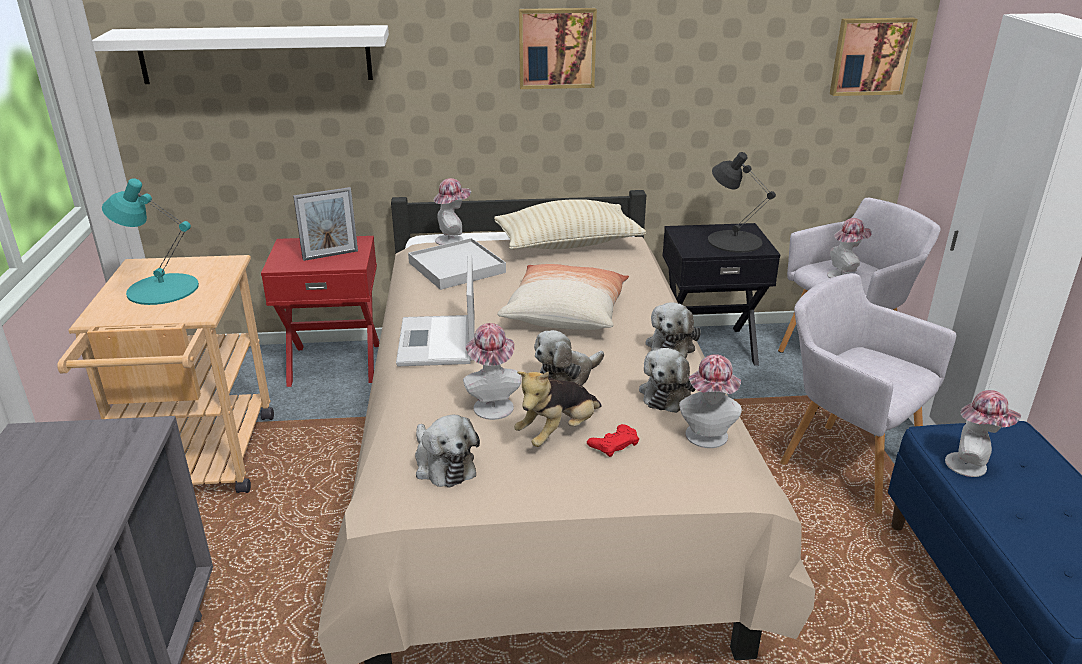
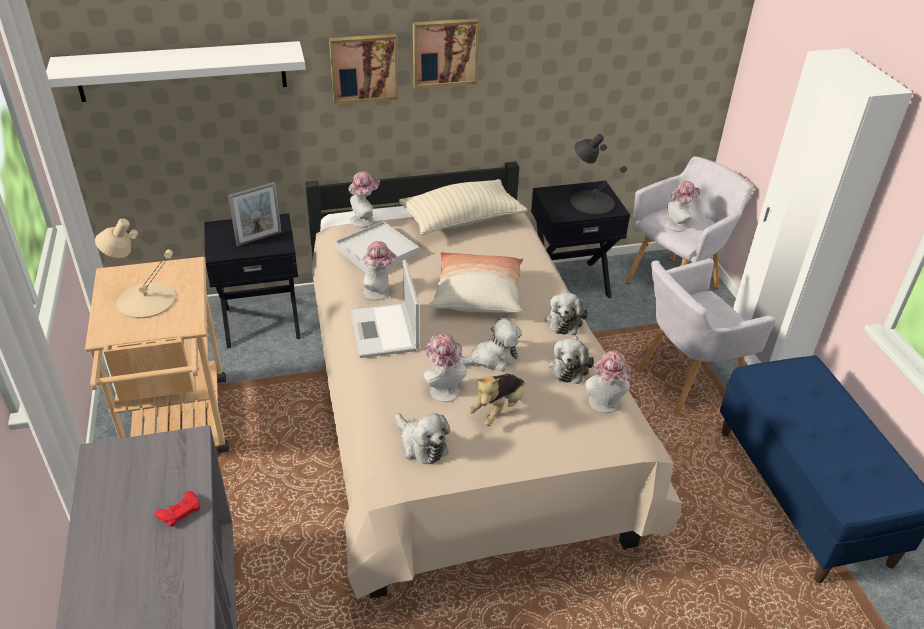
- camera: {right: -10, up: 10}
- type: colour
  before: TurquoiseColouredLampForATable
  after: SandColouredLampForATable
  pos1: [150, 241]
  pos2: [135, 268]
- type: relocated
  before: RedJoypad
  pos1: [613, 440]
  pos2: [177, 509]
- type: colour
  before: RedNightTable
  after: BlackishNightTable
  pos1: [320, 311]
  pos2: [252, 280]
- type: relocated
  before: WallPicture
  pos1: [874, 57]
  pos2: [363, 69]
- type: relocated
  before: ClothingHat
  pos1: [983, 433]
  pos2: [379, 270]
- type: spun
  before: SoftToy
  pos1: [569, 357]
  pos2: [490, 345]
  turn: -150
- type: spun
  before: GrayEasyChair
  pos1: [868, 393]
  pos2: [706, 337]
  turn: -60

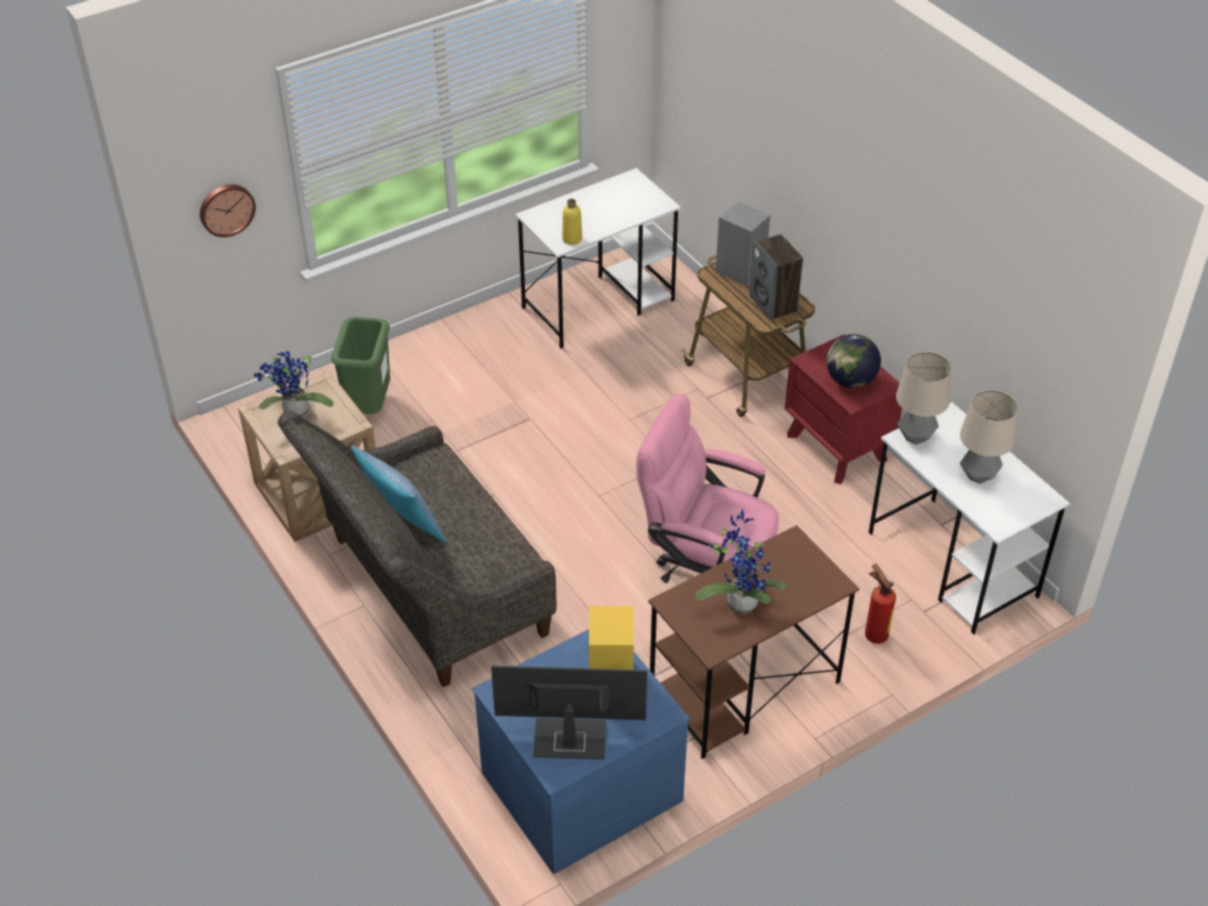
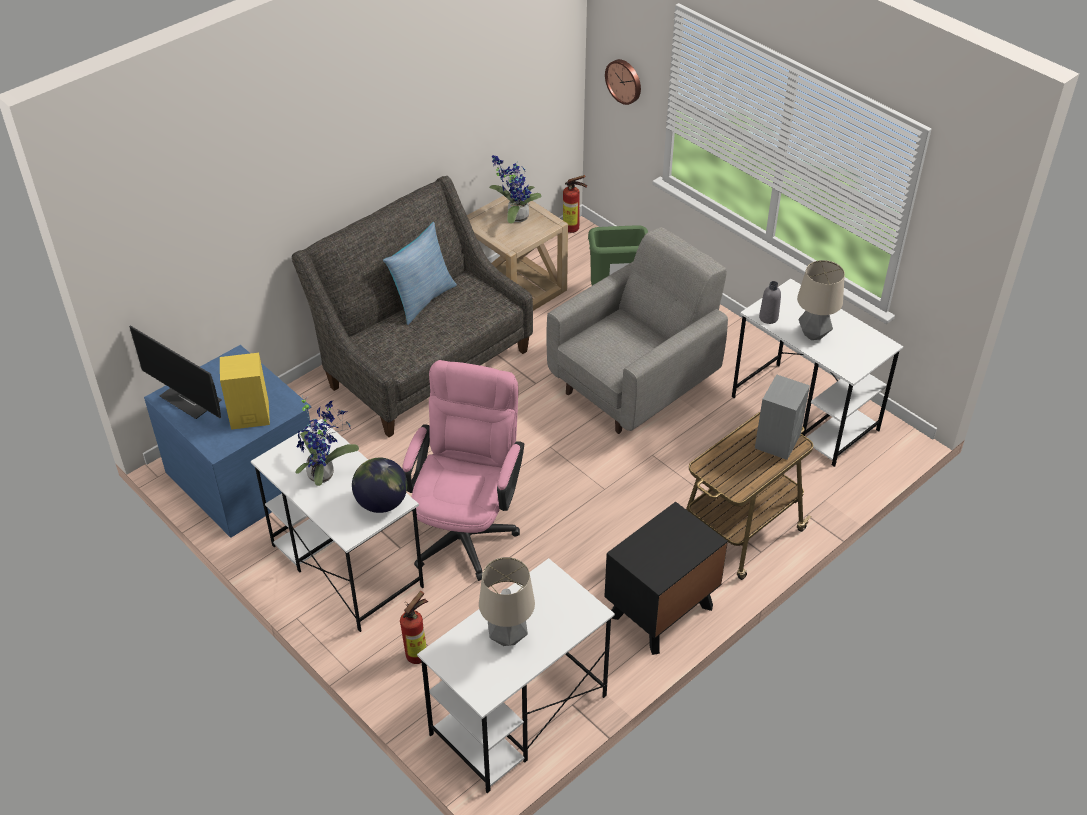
- camera: {right: 80, up: 0}
- type: spun
  before: ComputerDisplay
  pos1: [569, 712]
  pos2: [175, 372]
  turn: 135
- type: colour
  before: BrownColouredDesk
  after: WhiteDesk
  pos1: [753, 642]
  pos2: [337, 525]
- type: relocated
  before: DeskGlobe
  pos1: [853, 361]
  pos2: [379, 485]
- type: appeared
  after: GrayEasyChair
  pos2: [637, 330]
- type: appeared
  after: Extinguisher
  pos2: [575, 204]
- type: colour
  before: RedNightTable
  after: BlackishNightTable
  pos1: [843, 409]
  pos2: [666, 578]
- type: colour
  before: YellowBottle
  after: GrayBottle
  pos1: [572, 222]
  pos2: [770, 302]
- type: relocated
  before: LampForATable
  pos1: [923, 398]
  pos2: [821, 300]
- type: missing
  before: AudioSpeaker
  pos1: [776, 277]

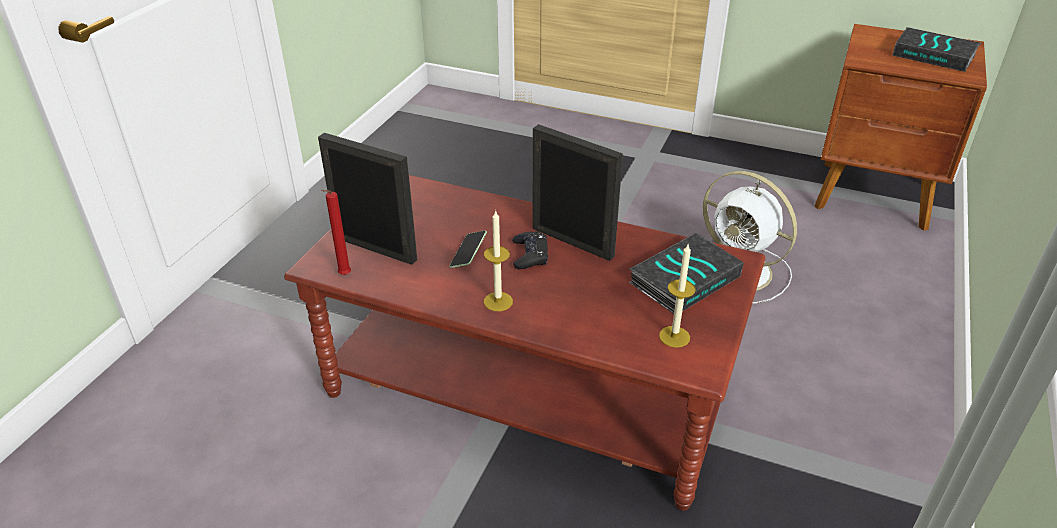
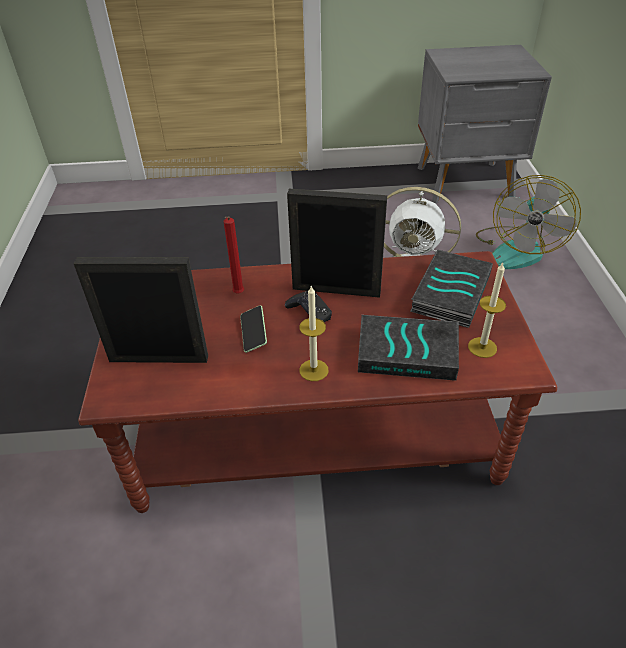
- camera: {right: -25, up: 5}
- type: relocated
  before: RedWaxLight
  pos1: [336, 232]
  pos2: [234, 255]
- type: relocated
  before: Book
  pos1: [936, 49]
  pos2: [408, 348]
- type: colour
  before: BrownColouredNightTable
  after: GrayNightTable
  pos1: [900, 127]
  pos2: [485, 124]
- type: appeared
  after: CoolingFan
  pos2: [528, 222]

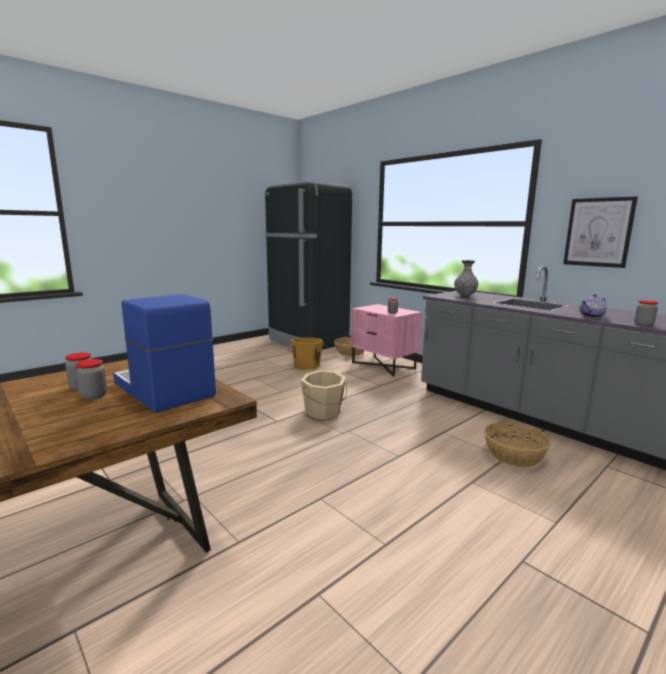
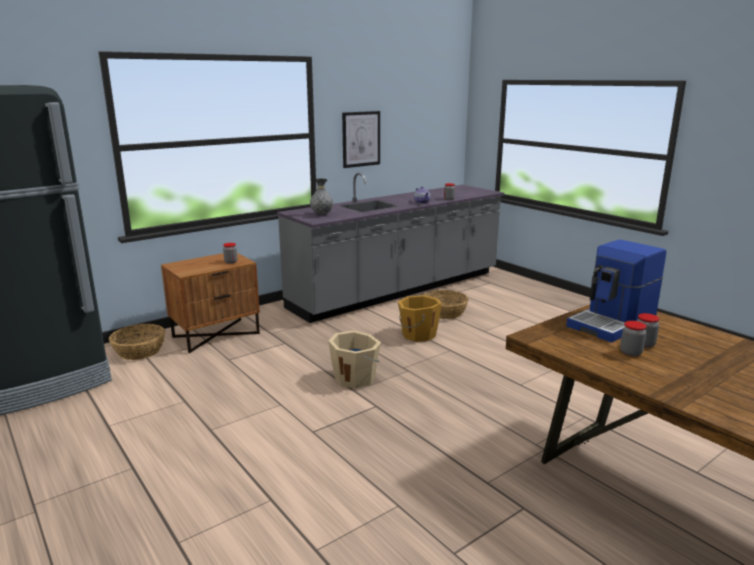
- camera: {right: -85, up: 5}
- type: colour
  before: PinkishNightTable
  after: BrownColouredNightTable
  pos1: [386, 340]
  pos2: [210, 303]
- type: relocated
  before: OrangeyWaterBucket
  pos1: [306, 353]
  pos2: [420, 318]

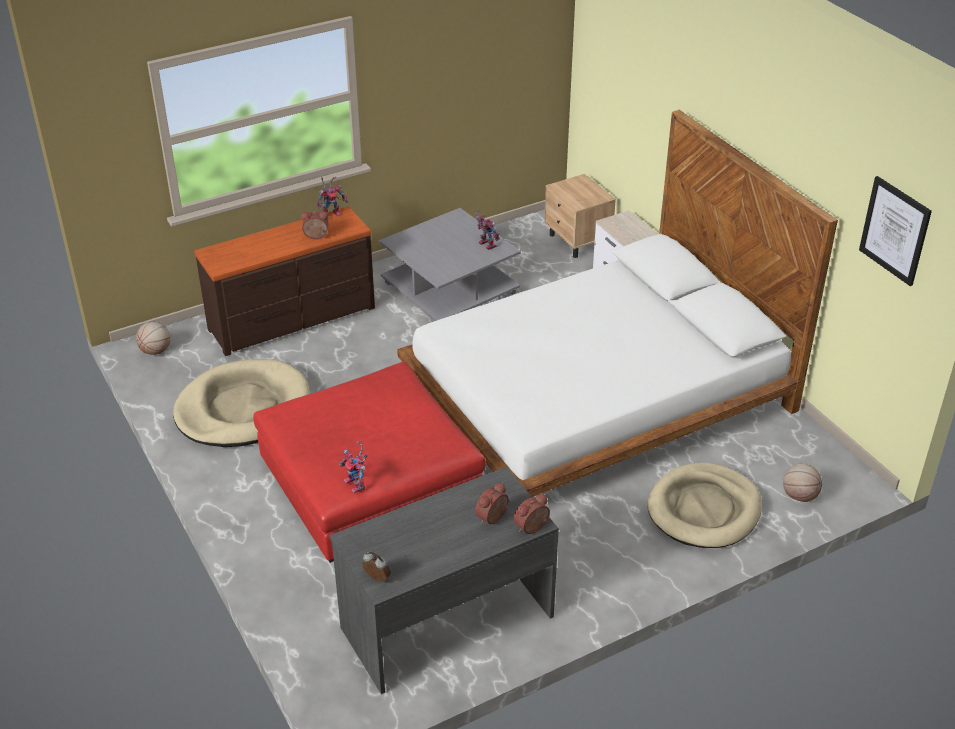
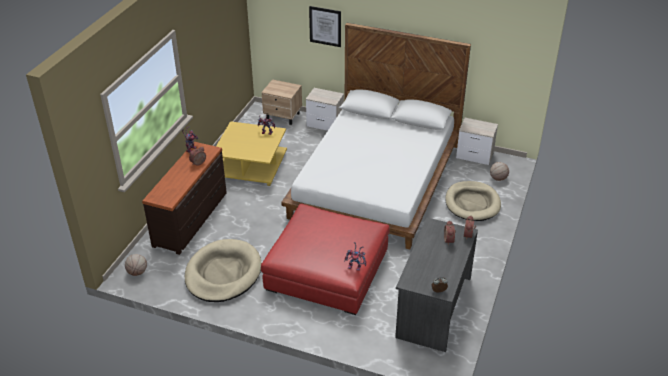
- camera: {right: -40, up: 0}
- type: colour
  before: GrayCoffeeTable
  after: YellowCoffeeTable
  pos1: [450, 264]
  pos2: [251, 153]
- type: relocated
  before: WallPicture
  pos1: [895, 231]
  pos2: [325, 26]
- type: appeared
  after: NightTable
  pos2: [477, 141]

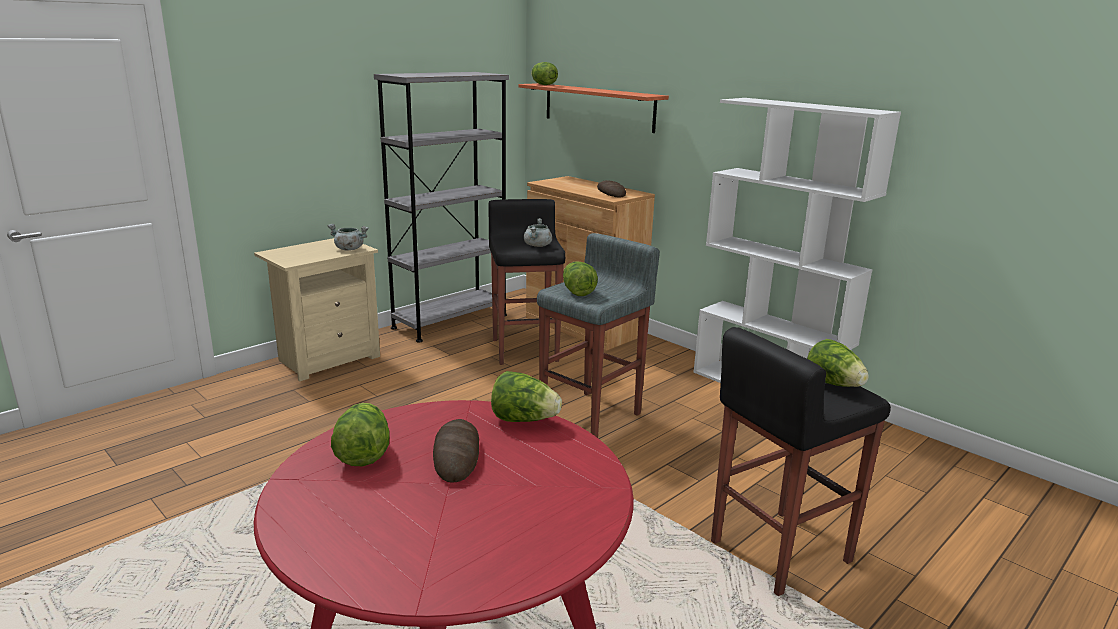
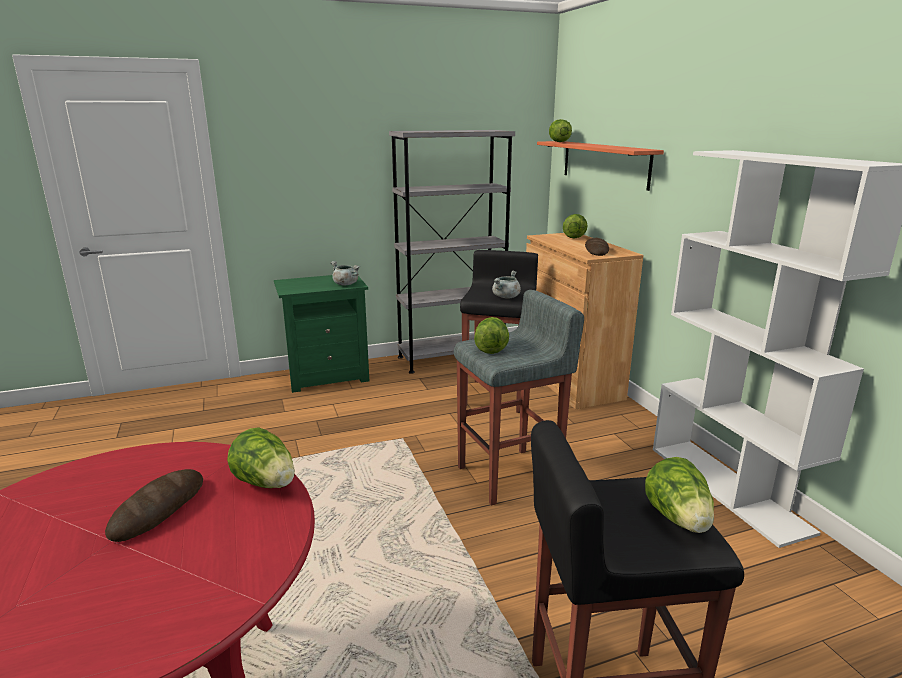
- camera: {right: 25, up: 0}
- type: colour
  before: SandColouredNightTable
  after: GreenNightTable
  pos1: [317, 310]
  pos2: [321, 334]
- type: relocated
  before: LettuceHead
  pos1: [360, 434]
  pos2: [575, 226]

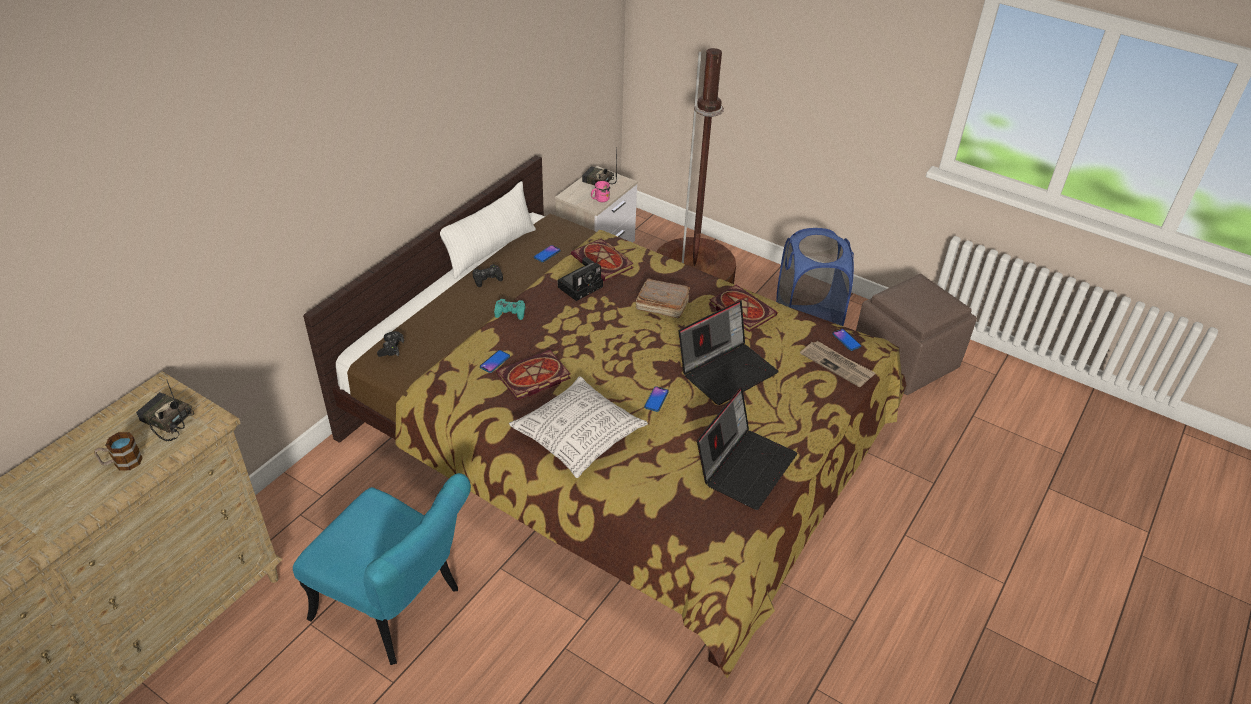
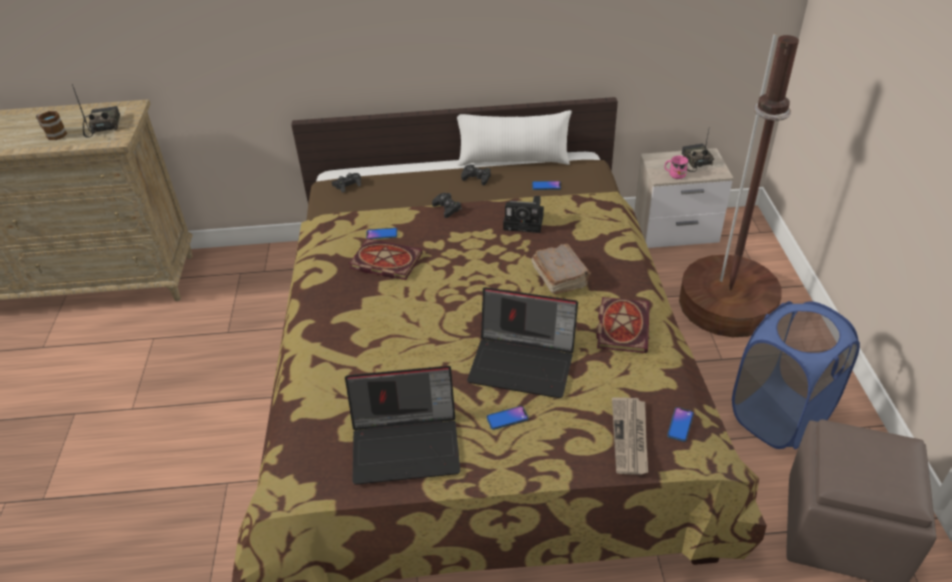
- camera: {right: 55, up: 0}
- type: colour
  before: TurquoiseColouredJoypad
  after: BlackishJoypad
  pos1: [509, 309]
  pos2: [446, 205]
- type: relocated
  before: Phone
  pos1: [656, 399]
  pos2: [507, 418]
- type: missing
  before: TurquoiseColouredPlainChair
  pos1: [382, 569]
- type: missing
  before: Cushion
  pos1: [578, 427]
- type: missing
  before: Book
  pos1: [602, 259]

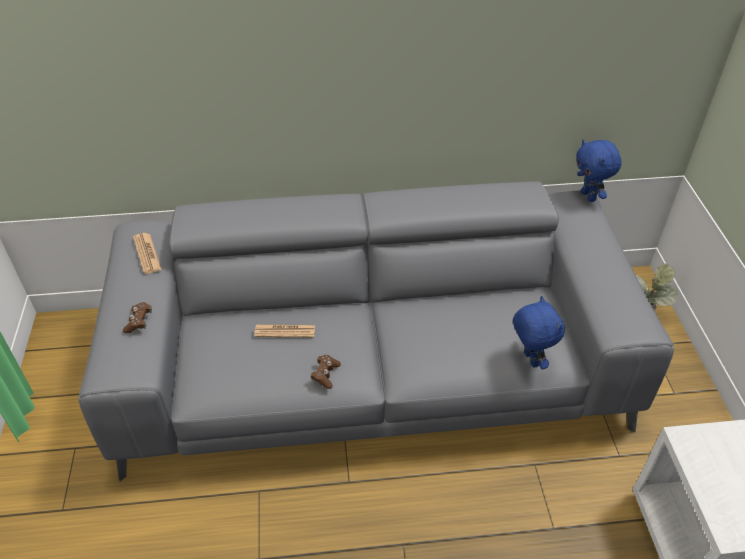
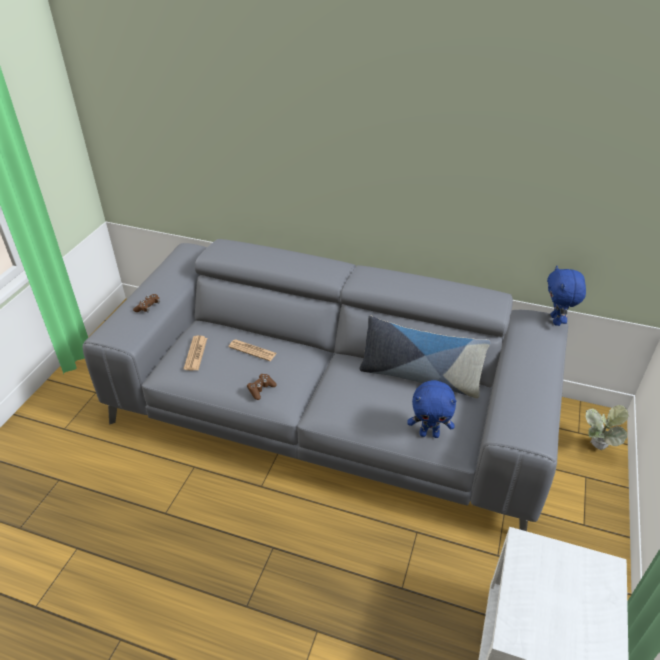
- camera: {right: 25, up: -5}
- type: relocated
  before: PrintedPaper
  pos1: [147, 253]
  pos2: [195, 352]
- type: appeared
  after: Cushion
  pos2: [425, 357]
- type: spun
  before: BluishSoftToy
  pos1: [539, 332]
  pos2: [432, 409]
  turn: 90

